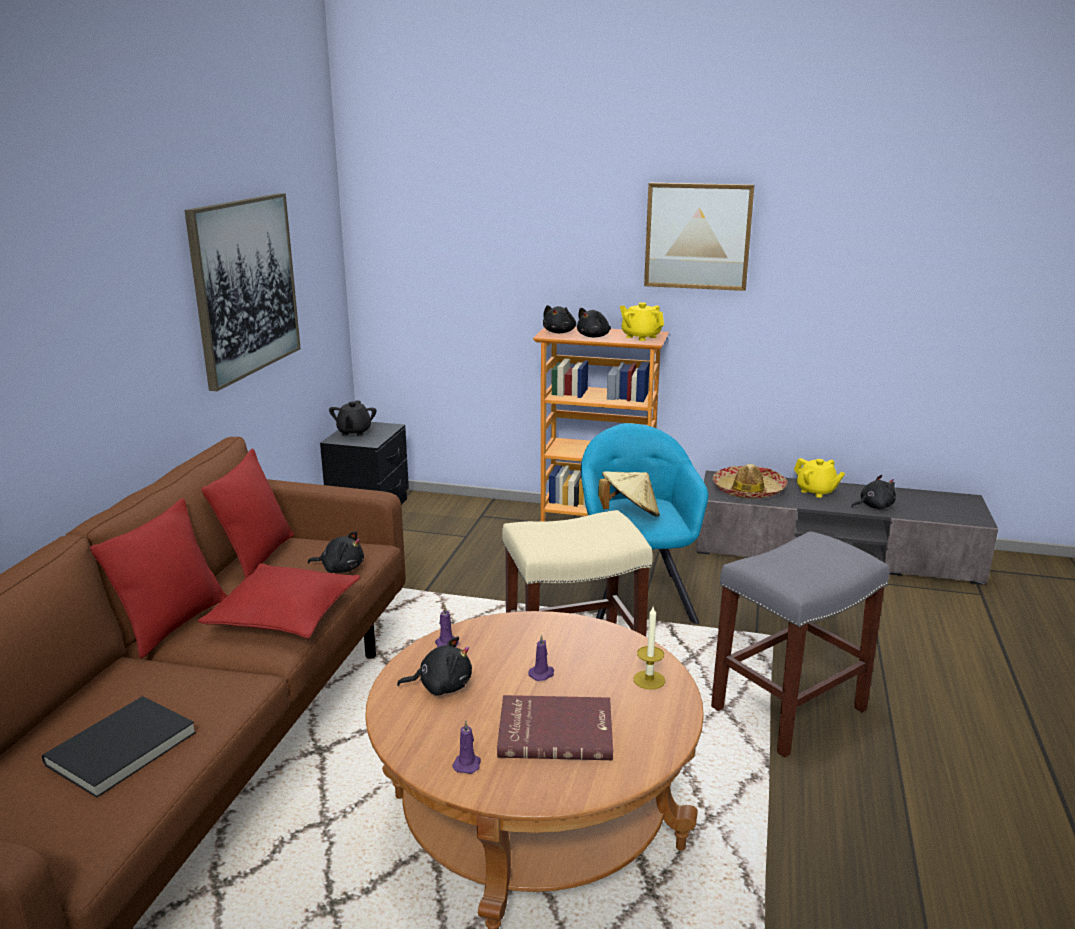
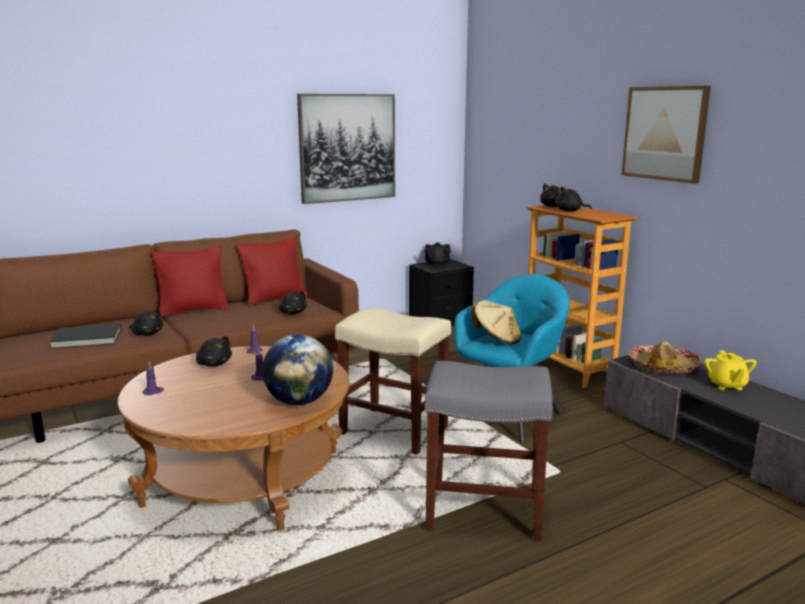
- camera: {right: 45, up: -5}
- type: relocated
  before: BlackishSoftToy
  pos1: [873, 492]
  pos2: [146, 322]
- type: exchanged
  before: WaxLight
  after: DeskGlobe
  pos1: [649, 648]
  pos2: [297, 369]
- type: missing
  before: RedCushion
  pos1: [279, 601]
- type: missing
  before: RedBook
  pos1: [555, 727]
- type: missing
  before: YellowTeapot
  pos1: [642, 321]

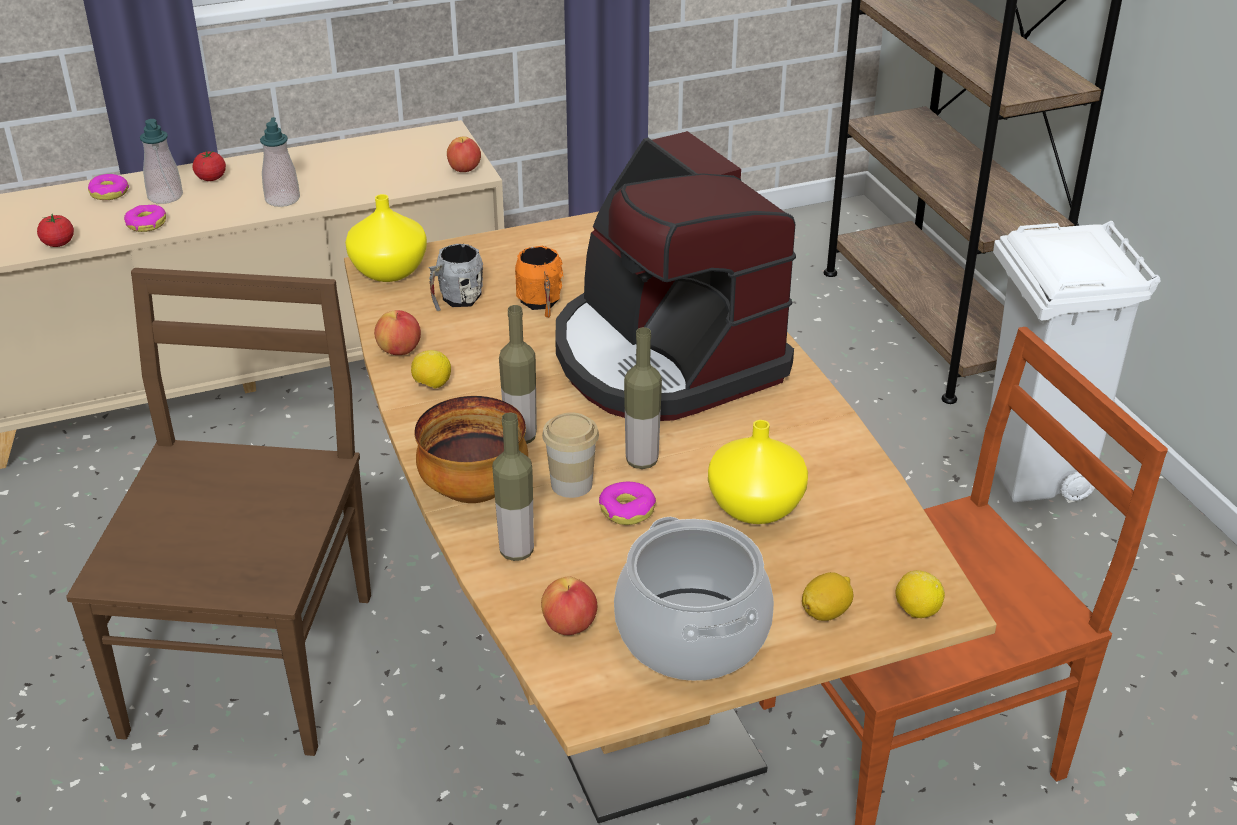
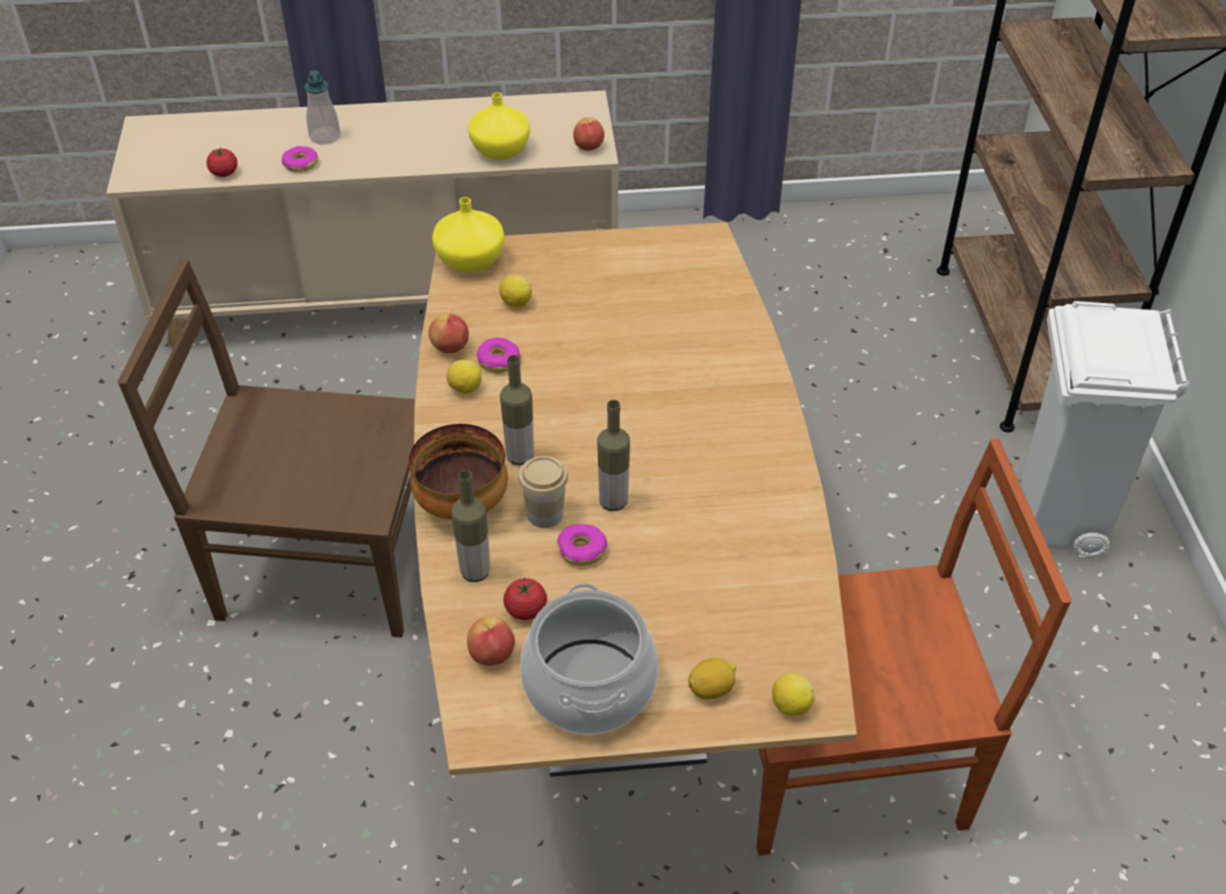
- camera: {right: 15, up: 10}
- type: spun
  before: BrownColouredPlainChair
  pos1: [218, 512]
  pos2: [266, 448]
  turn: -105
- type: relocated
  before: YellowVase
  pos1: [758, 472]
  pos2: [499, 126]
- type: relocated
  before: RingDoughnut
  pos1: [108, 187]
  pos2: [499, 355]
- type: exchanged
  before: GrayMug
  after: CitrusFruit
  pos1: [456, 277]
  pos2: [515, 290]
- type: relocated
  before: Tomato
  pos1: [209, 166]
  pos2: [525, 598]
- type: missing
  before: LiquidSoapBottle
  pos1: [280, 162]
- type: missing
  before: OrangeyMug
  pos1: [539, 282]
- type: missing
  before: CoffeeMaker
  pos1: [675, 276]

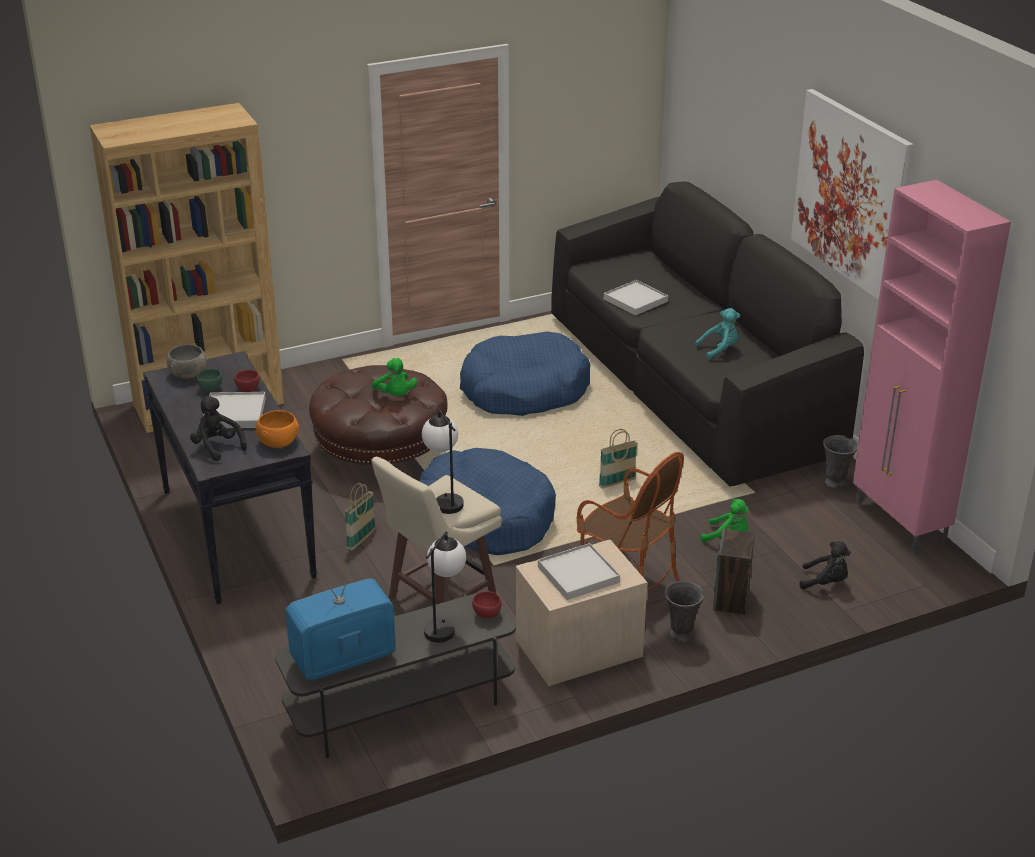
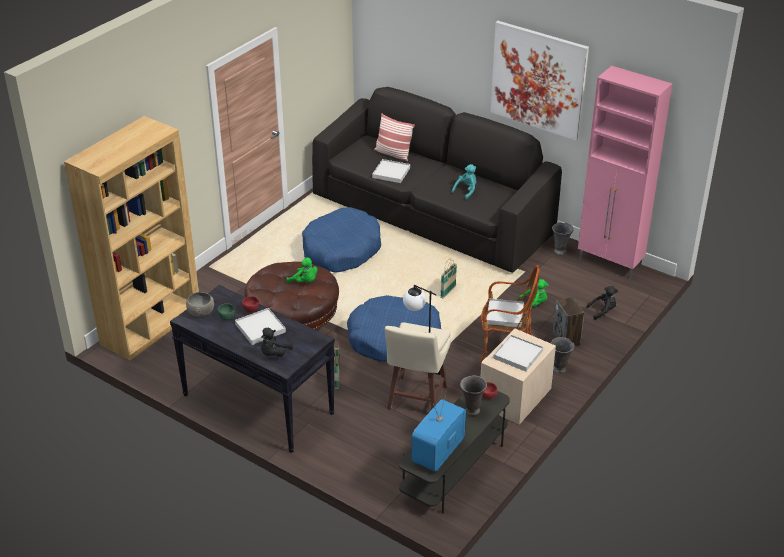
- camera: {right: -30, up: 5}
- type: spun
  before: BlackishSoftToy
  pos1: [218, 428]
  pos2: [277, 342]
  turn: -75
- type: appeared
  after: Cushion
  pos2: [394, 137]
- type: exchanged
  before: LampForATable
  after: GrayVase
  pos1: [445, 587]
  pos2: [473, 395]
- type: appeared
  after: WhiteServingTray
  pos2: [505, 313]
- type: missing
  before: OrangeyBowl
  pos1: [277, 429]

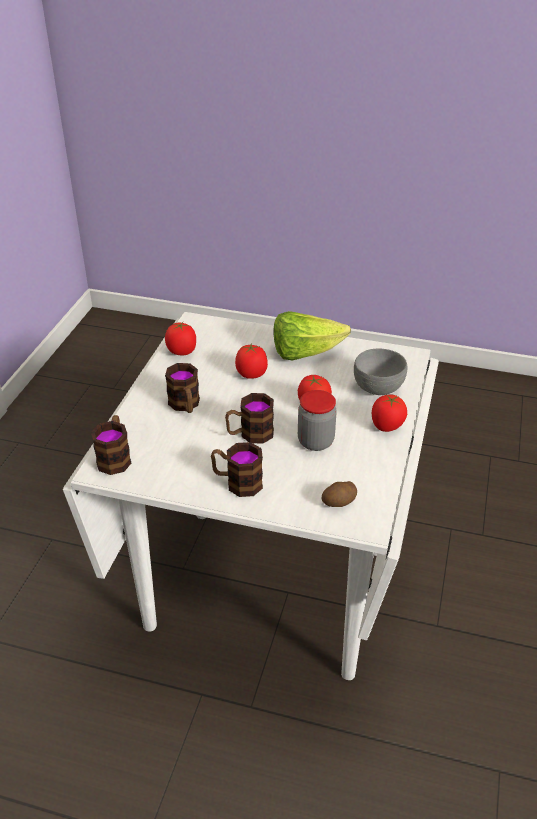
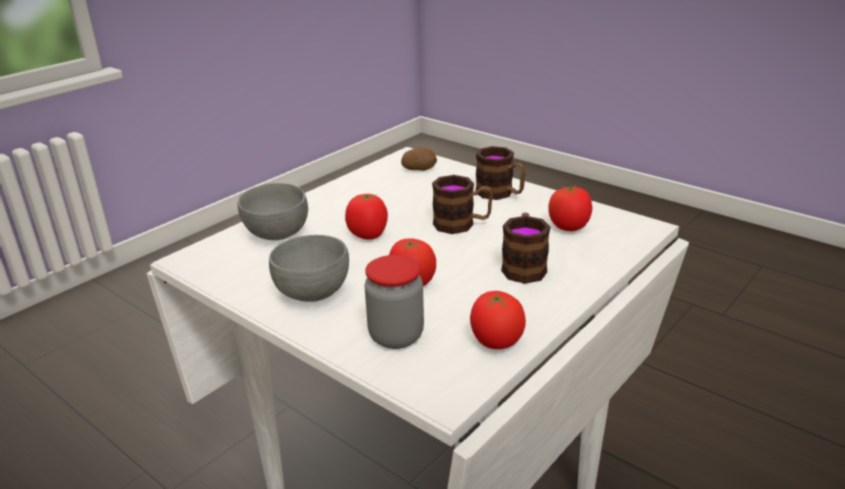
- camera: {right: -155, up: -10}
- type: exchanged
  before: LettuceHead
  after: GrayBowl
  pos1: [312, 335]
  pos2: [309, 268]
- type: relocated
  before: PreserveJar
  pos1: [317, 420]
  pos2: [394, 302]
- type: relocated
  before: Tomato
  pos1: [389, 413]
  pos2: [570, 208]
- type: missing
  before: Mug
  pos1: [111, 445]

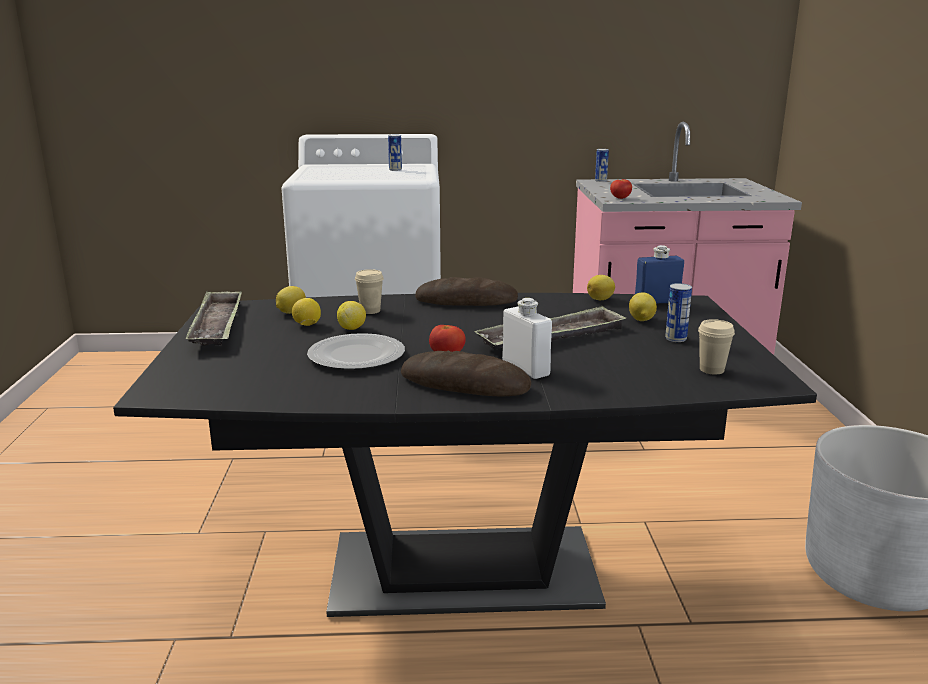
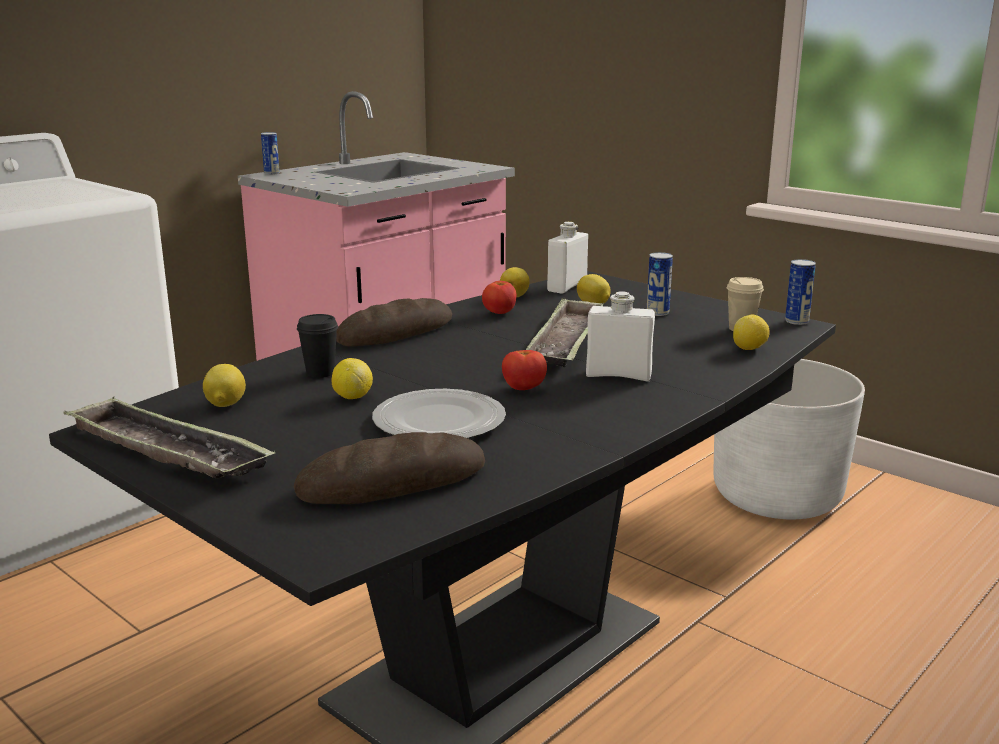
- camera: {right: -45, up: 0}
- type: relocated
  before: BakeryBread
  pos1: [466, 373]
  pos2: [389, 468]
- type: colour
  before: SandColouredCup
  after: BlackishCup
  pos1: [369, 291]
  pos2: [317, 346]
- type: relocated
  before: Tomato
  pos1: [621, 189]
  pos2: [499, 297]
- type: colour
  before: BluishBottle
  after: WhiteBottle
  pos1: [659, 274]
  pos2: [567, 257]
- type: relocated
  before: CitrusFruit
  pos1: [306, 312]
  pos2: [751, 332]
- type: relocated
  before: MetalCan
  pos1: [395, 153]
  pos2: [800, 292]

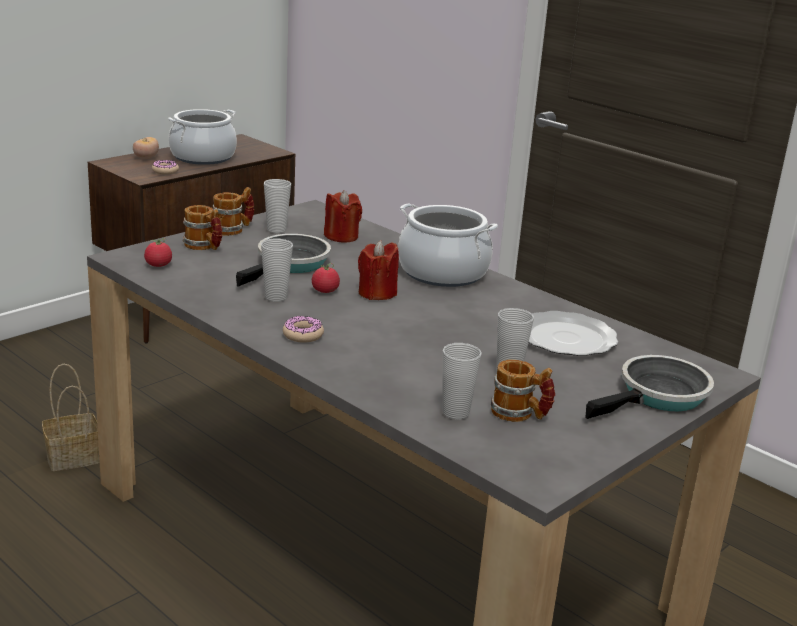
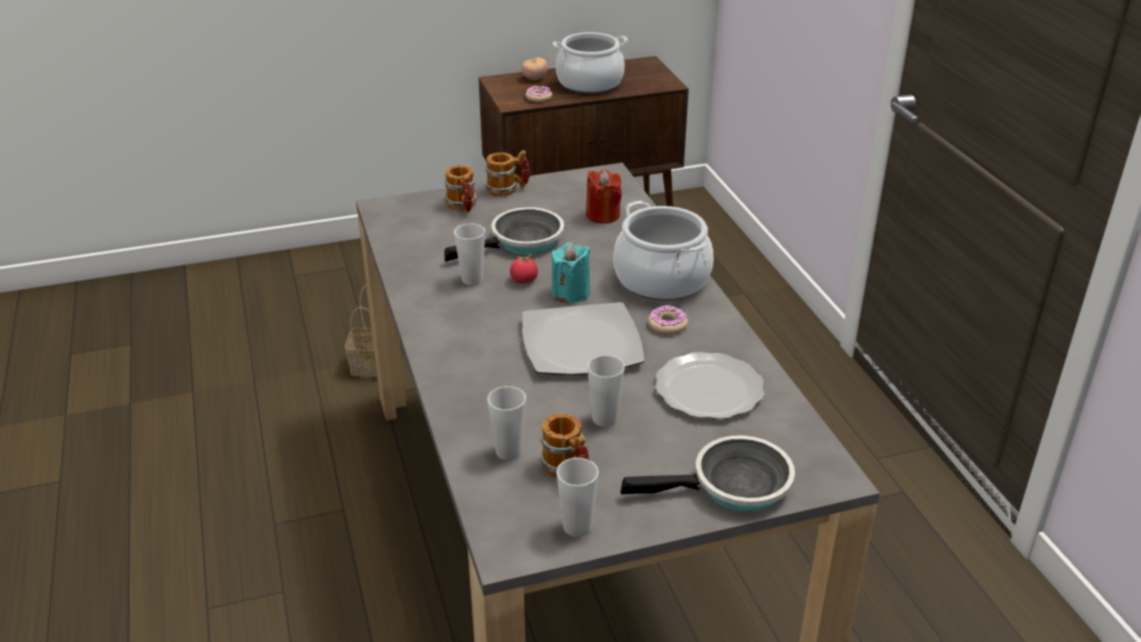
- camera: {right: 30, up: 10}
- type: appeared
  after: DinnerPlate
  pos2: [583, 339]
- type: colour
  before: RedWaxLight
  after: TurquoiseColouredWaxLight
  pos1: [378, 270]
  pos2: [571, 273]
- type: relocated
  before: Cup
  pos1: [277, 206]
  pos2: [577, 497]
- type: relocated
  before: RingDoughnut
  pos1: [303, 329]
  pos2: [668, 319]
- type: missing
  before: Tomato
  pos1: [158, 252]

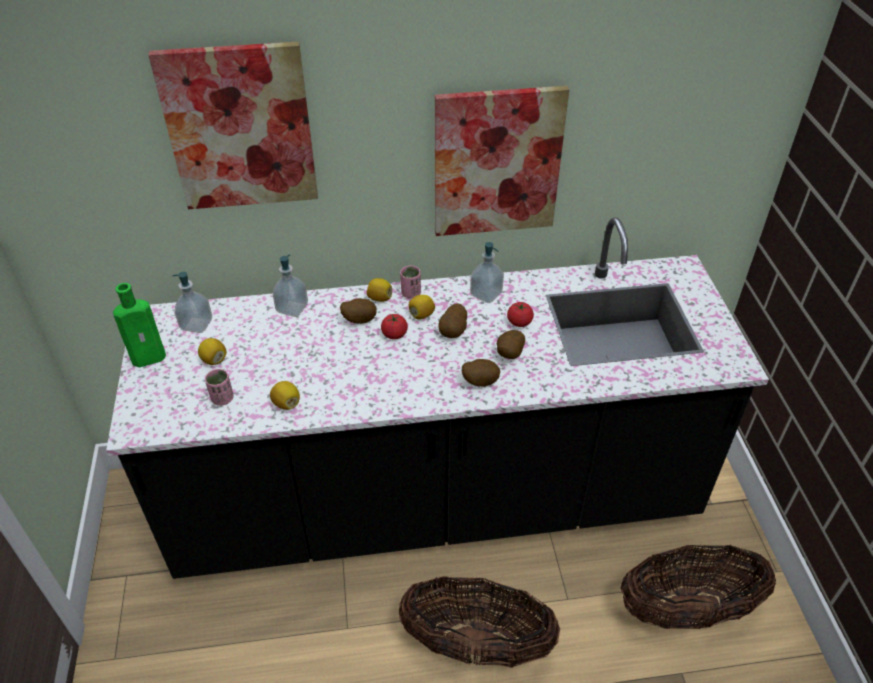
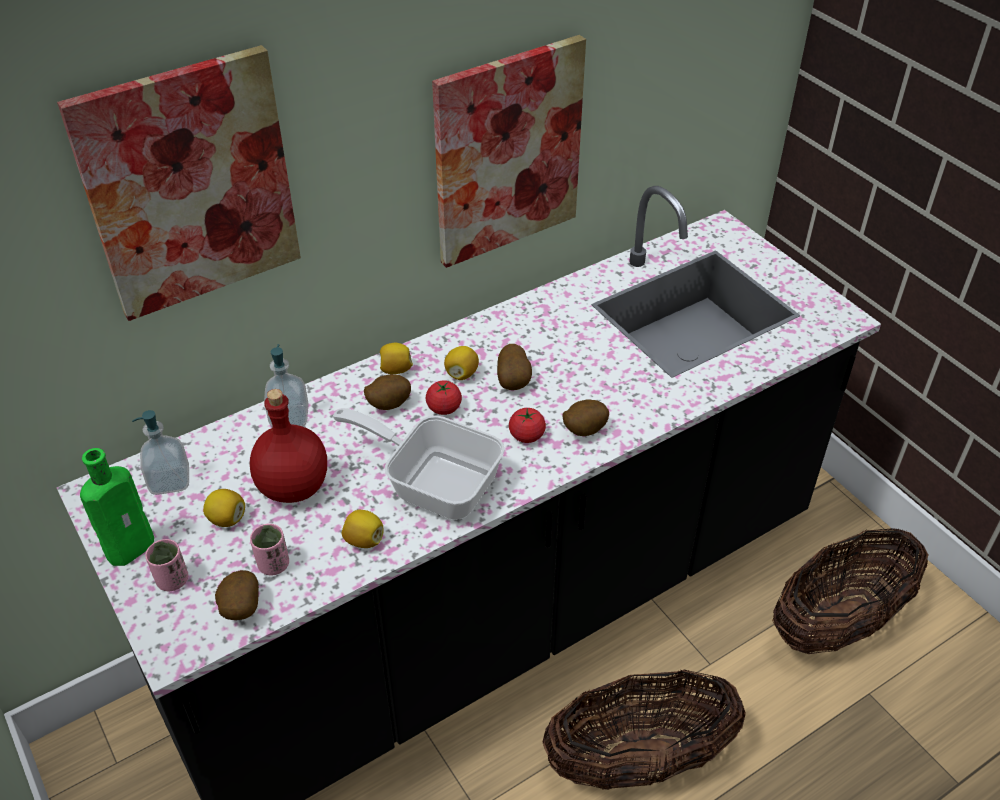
- camera: {right: -25, up: 0}
- type: relocated
  before: PinkishCup
  pos1: [410, 282]
  pos2: [166, 565]
- type: relocated
  before: WholePotato
  pos1: [511, 344]
  pos2: [237, 595]
- type: appeared
  after: RedBottle
  pos2: [288, 446]
- type: appeared
  after: Pan
  pos2: [419, 464]
- type: relocated
  before: Tomato
  pos1: [520, 314]
  pos2: [527, 425]
- type: missing
  before: LiquidSoapBottle
  pos1: [487, 272]

